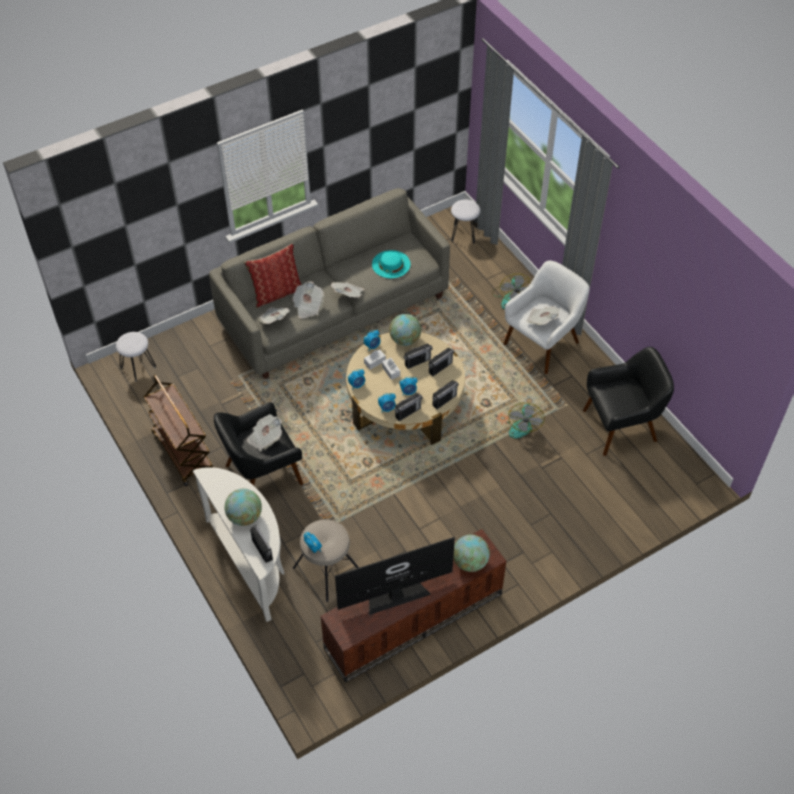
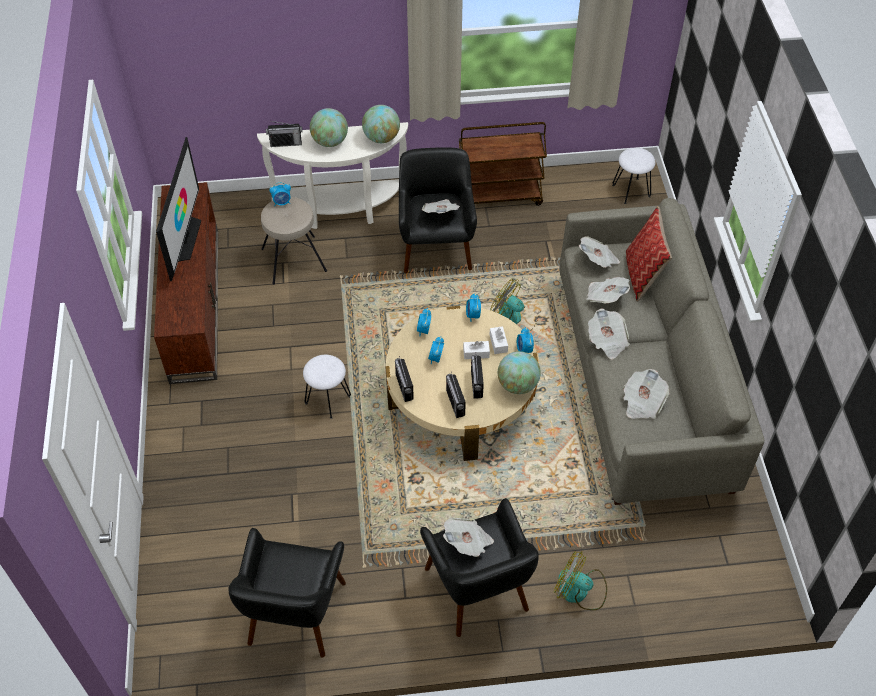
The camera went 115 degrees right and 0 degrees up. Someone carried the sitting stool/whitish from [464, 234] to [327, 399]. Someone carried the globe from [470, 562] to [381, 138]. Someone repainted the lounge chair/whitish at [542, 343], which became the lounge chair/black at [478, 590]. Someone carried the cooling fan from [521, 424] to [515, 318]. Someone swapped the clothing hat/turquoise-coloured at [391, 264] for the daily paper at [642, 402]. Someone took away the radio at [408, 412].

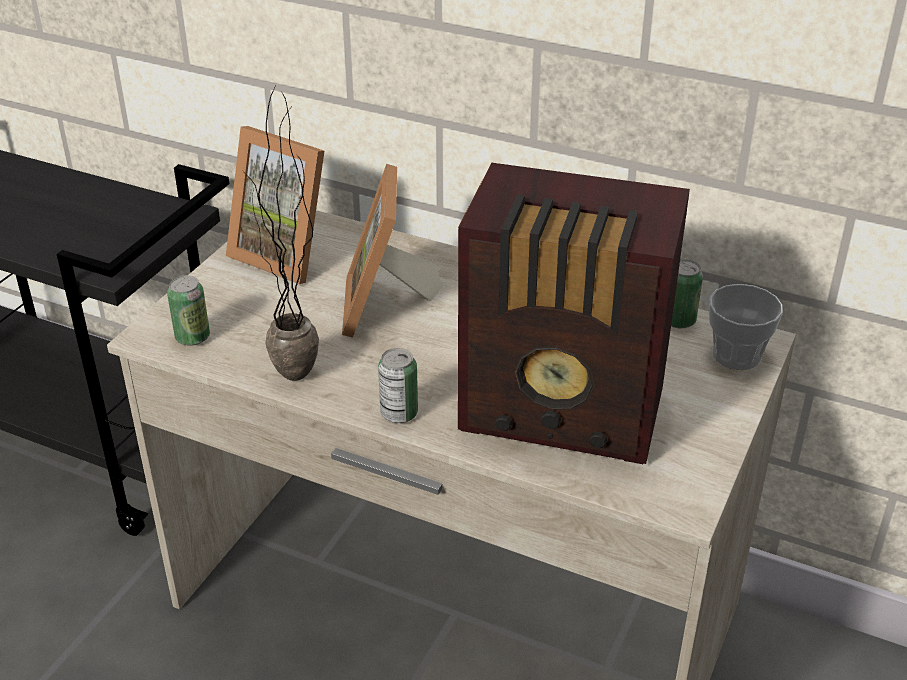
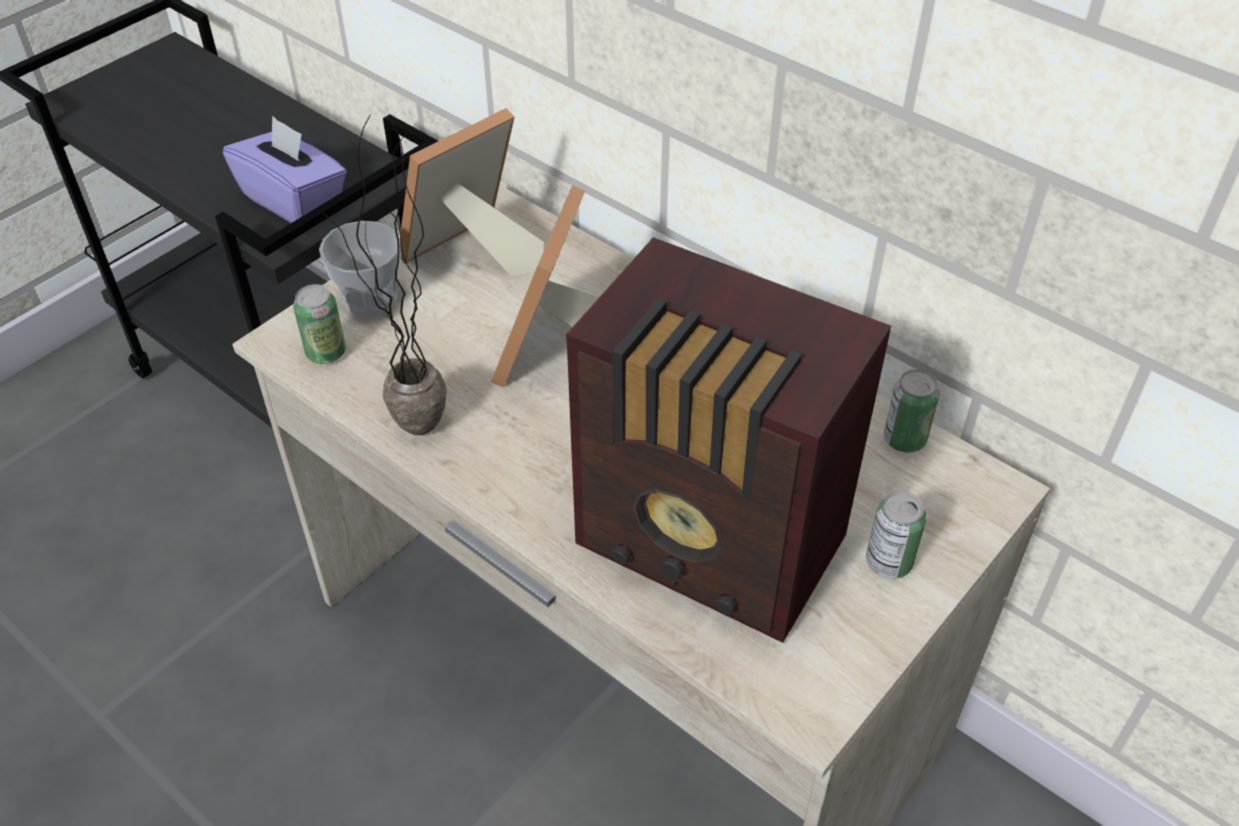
The camera went 15 degrees right and 10 degrees up. Someone put down the box of tissues/purple-coloured at [294, 200]. Someone carried the drinking cup from [736, 355] to [370, 299]. Someone rotated the picture frame at [287, 254] by 90 degrees clockwise. Someone carried the can from [399, 413] to [888, 562].

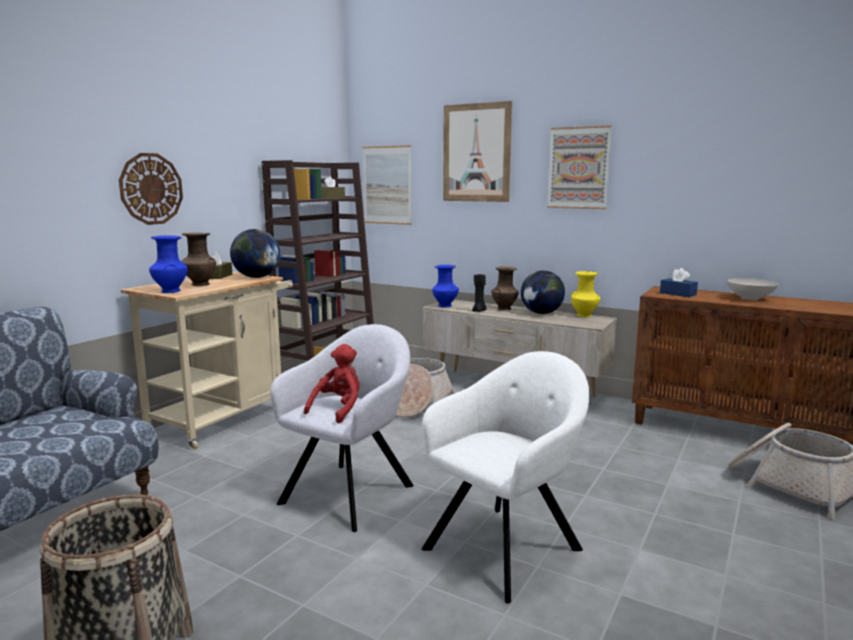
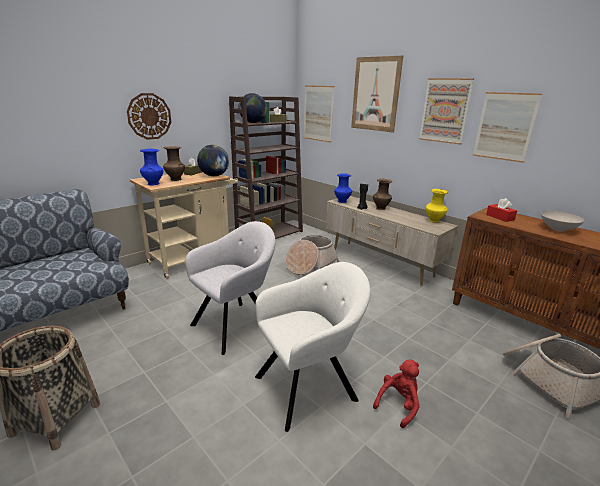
The camera went 15 degrees right and 10 degrees up. Someone carried the globe from [541, 313] to [253, 123]. Someone carried the soft toy/red from [338, 409] to [398, 405]. Someone put up the picture at [505, 126]. Someone repainted the box of tissues/bluish at [678, 294], which became the box of tissues/red at [500, 217].

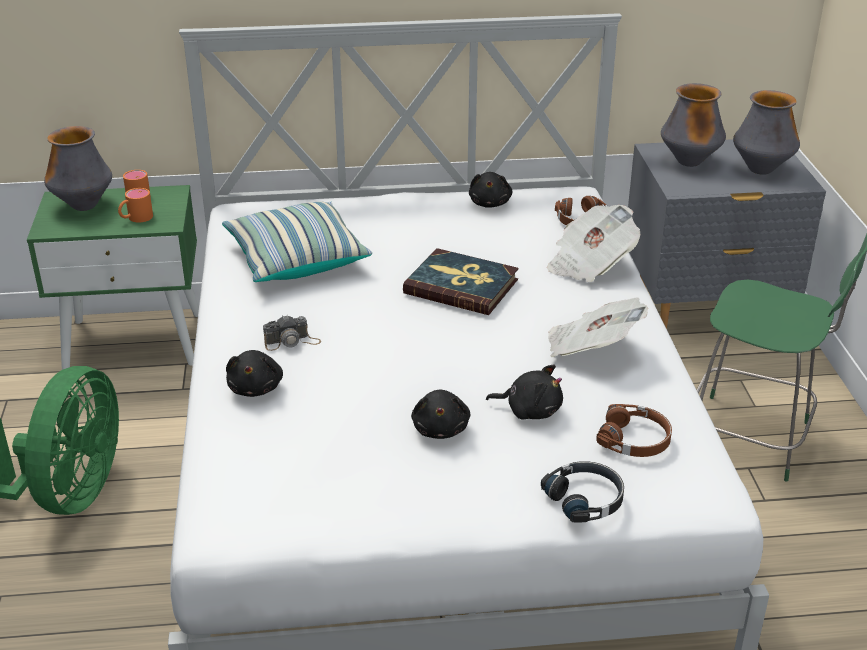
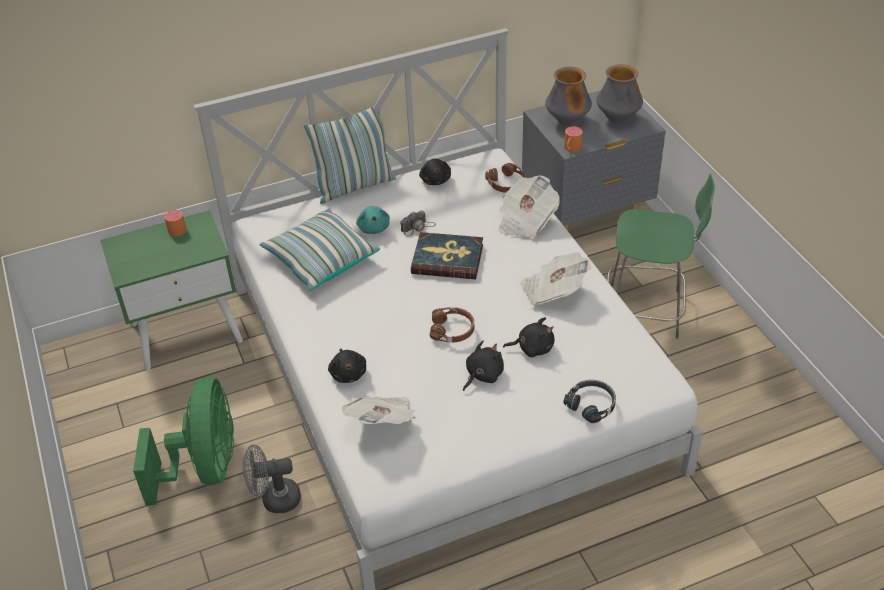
The camera went 15 degrees left and 10 degrees up. Someone put down the cooling fan/greyish at [274, 499]. Someone put down the pillow at [354, 186]. Someone put down the daily paper at [383, 422]. Someone put down the soft toy/turquoise-coloured at [374, 227]. Someone carried the photo camera from [292, 342] to [418, 227]. Someone carried the headset/brown from [635, 440] to [452, 330]. Someone rotated the soft toy/black at [441, 428] by 120 degrees counterclockwise. Someone carried the mug/orange from [135, 218] to [571, 149]. Someone took away the flower vase at [84, 206].

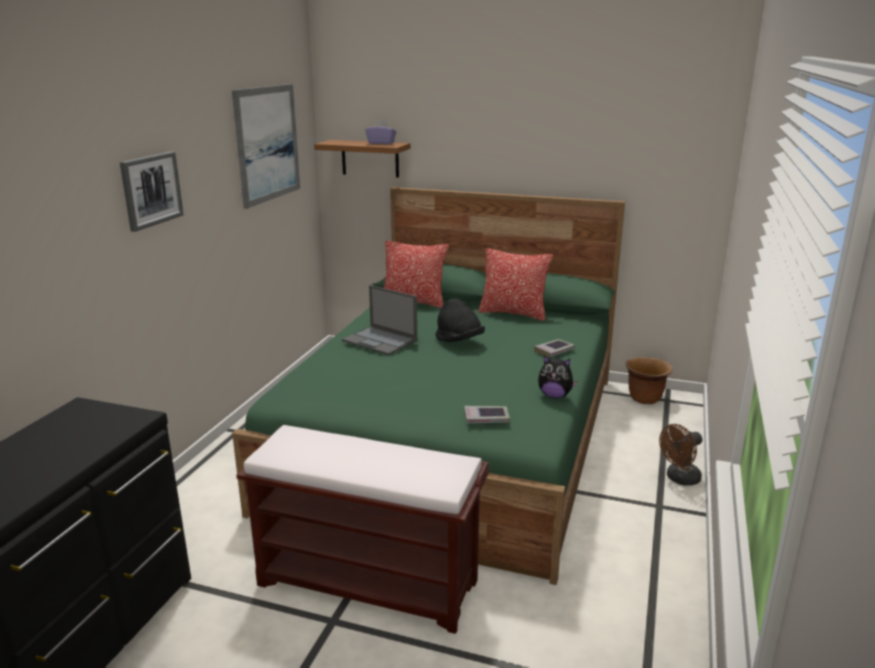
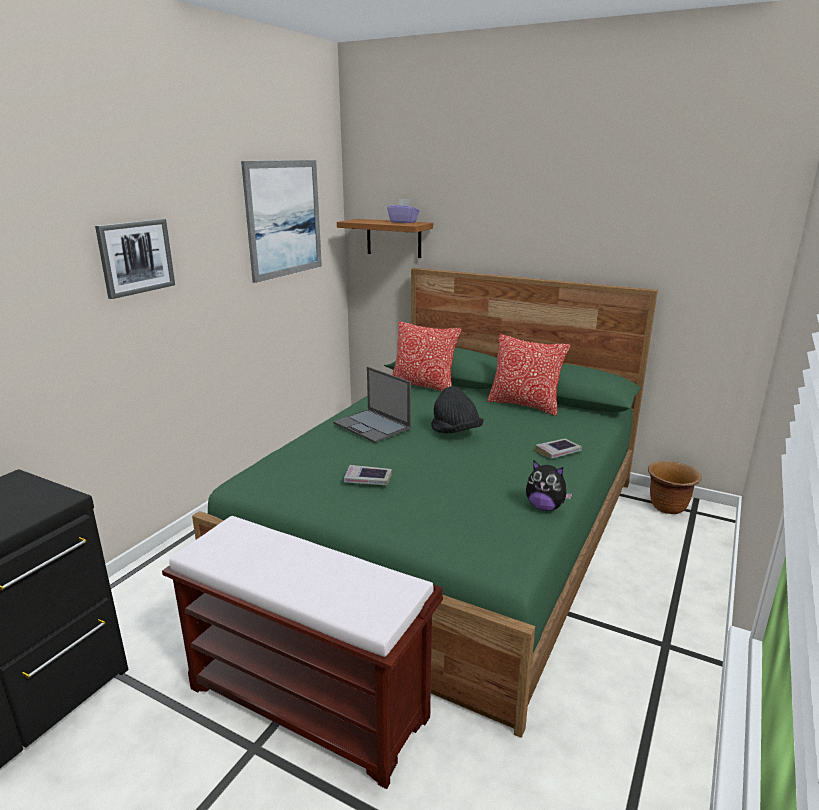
The camera went 10 degrees right and 0 degrees up. Someone carried the book from [486, 418] to [368, 479]. Someone took away the cooling fan/brown at [679, 479].

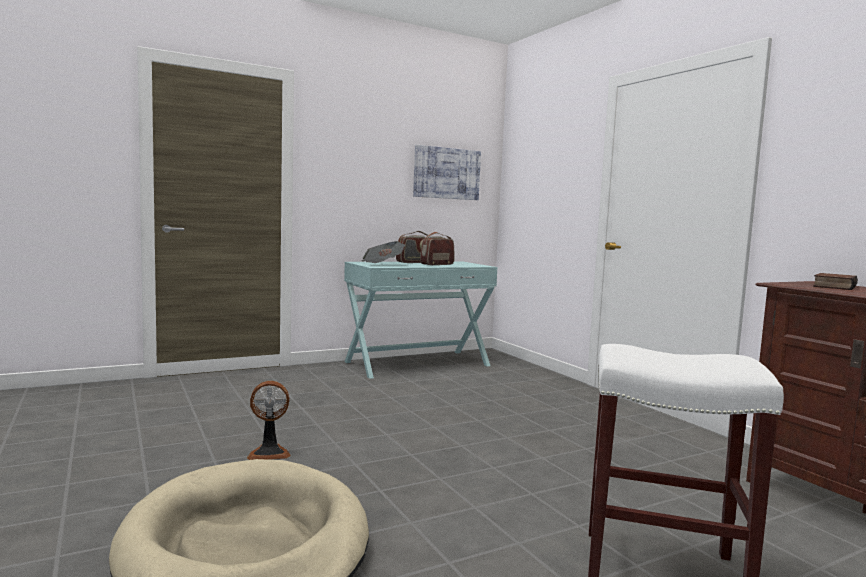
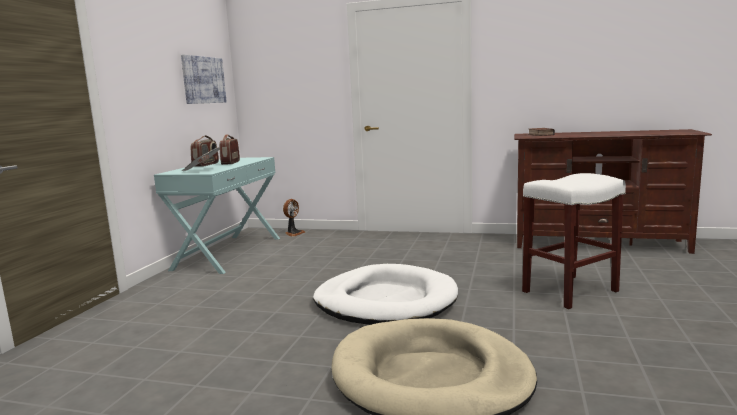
The camera went 45 degrees left and 5 degrees up. Someone carried the cooling fan from [269, 453] to [293, 233]. Someone put down the dog bed/whitish at [385, 301].

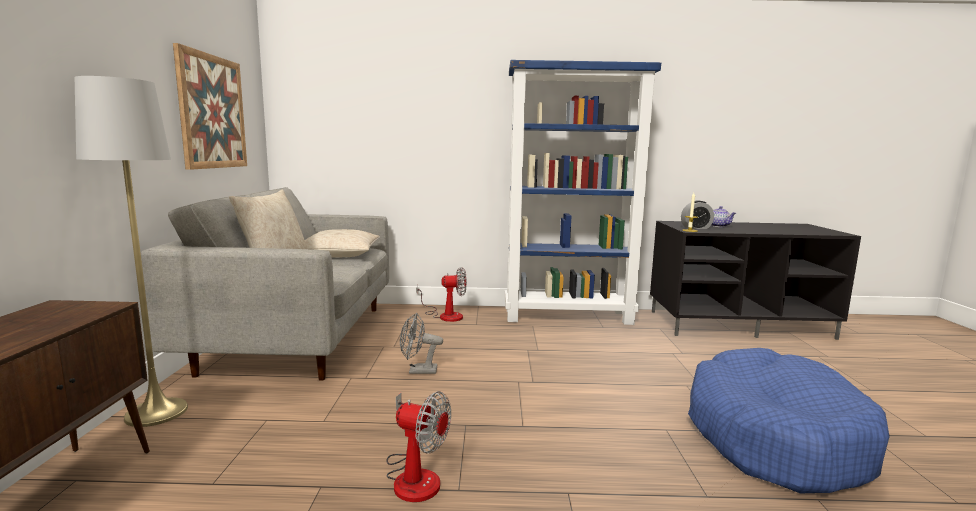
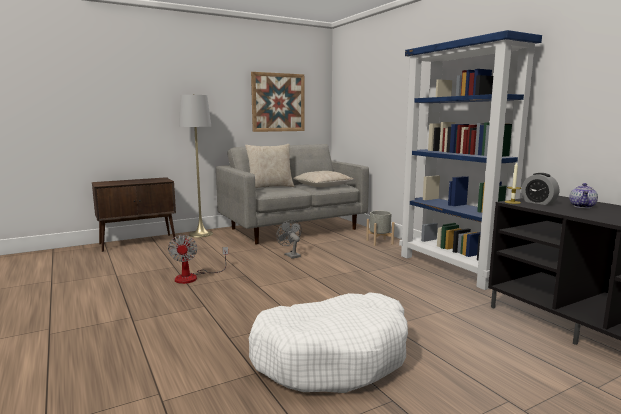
The camera went 60 degrees right and 0 degrees up. Someone repainted the dog bed/bluish at [773, 437], which became the dog bed/whitish at [332, 356]. Someone swapped the cooling fan at [445, 315] for the planter/greyish at [379, 242].

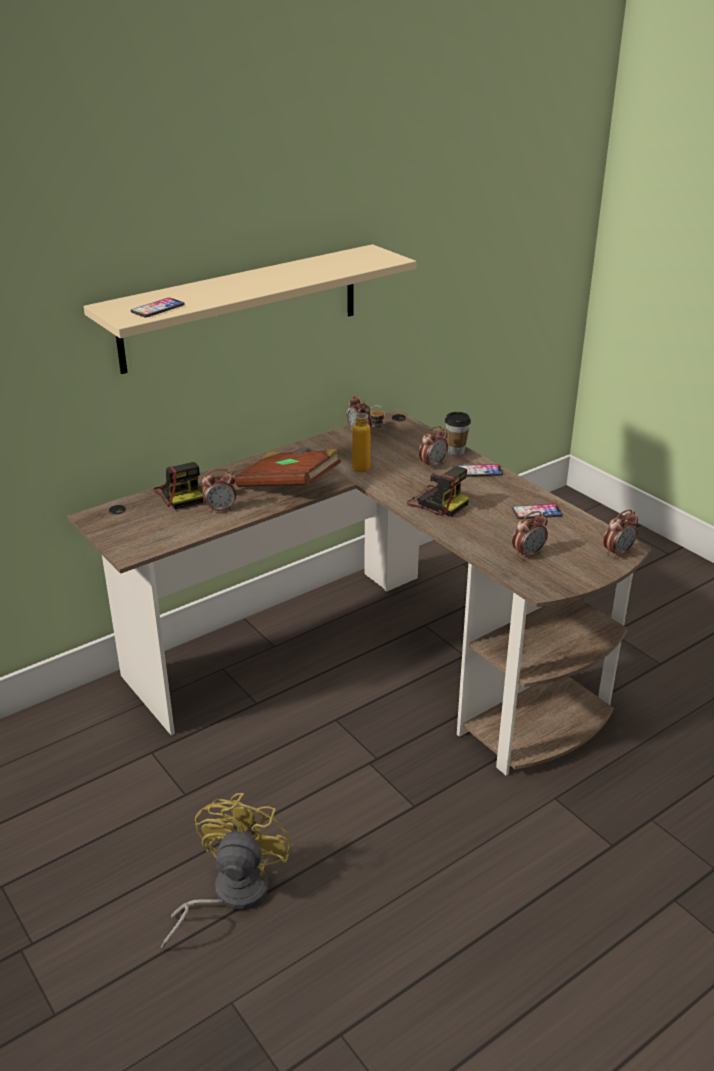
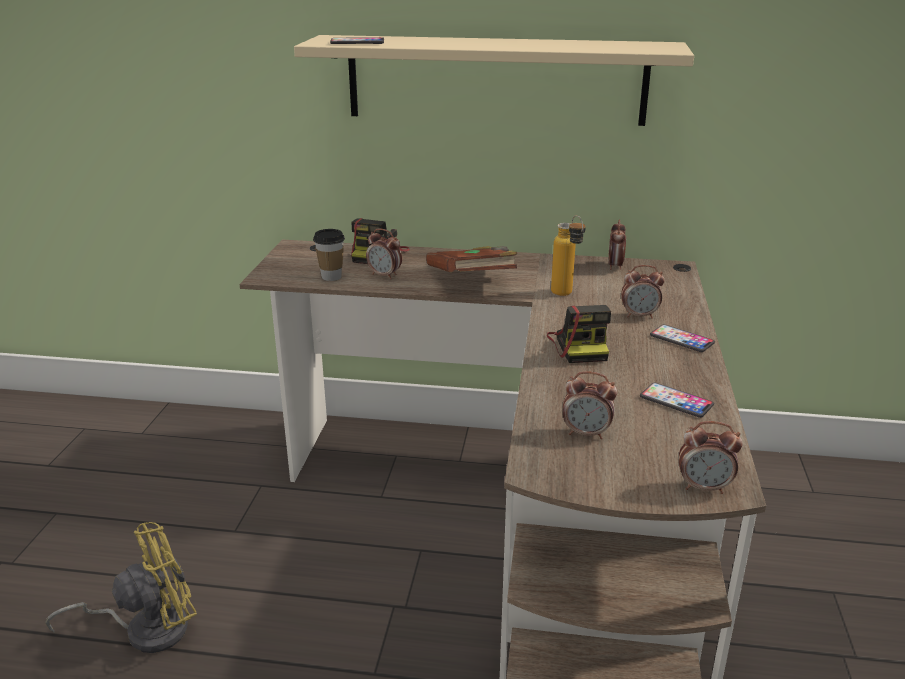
The camera went 45 degrees right and 5 degrees down. Someone carried the drinking cup from [456, 452] to [331, 277].

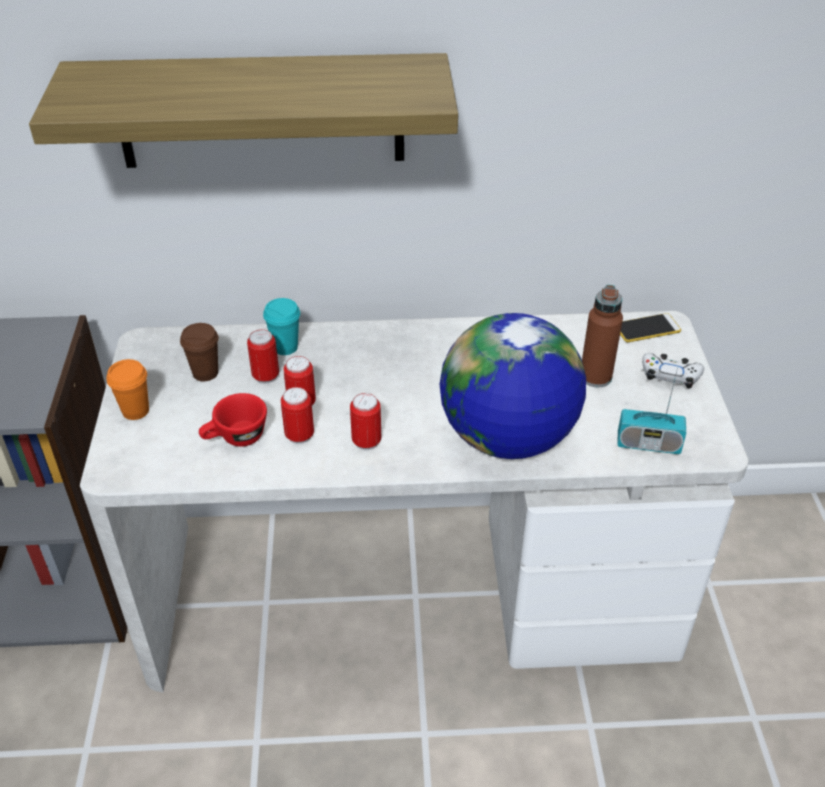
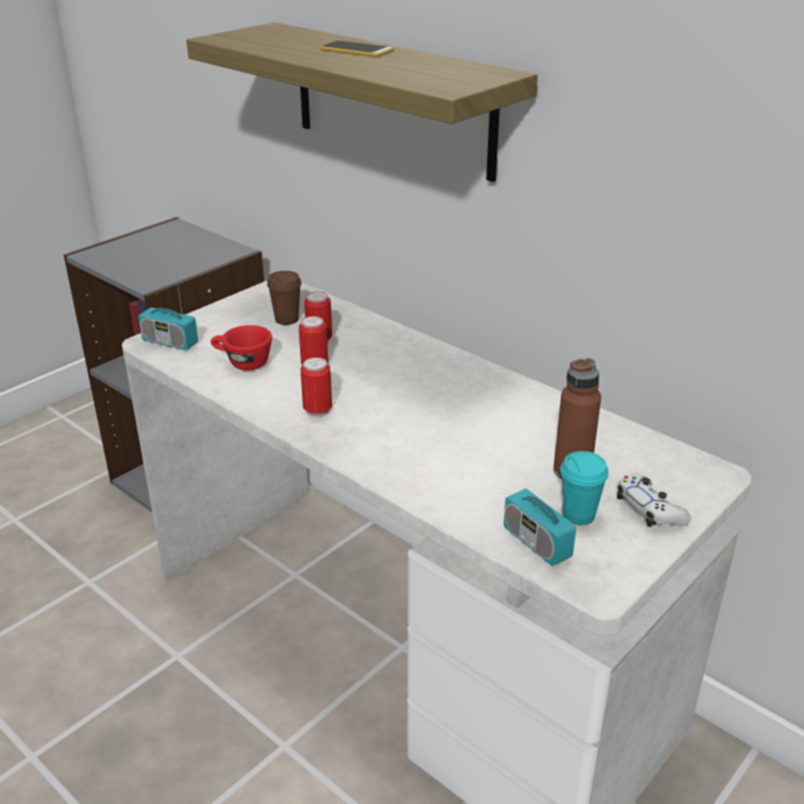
The camera went 45 degrees right and 10 degrees down. Someone put down the radio at [170, 342]. Someone carried the handset from [647, 328] to [357, 50]. Someone carried the drinking cup/turquoise-coloured from [285, 347] to [578, 515]. Someone took away the drinking cup/orange at [135, 411]. Someone took away the can at [299, 436]. Someone took away the globe at [507, 438].

